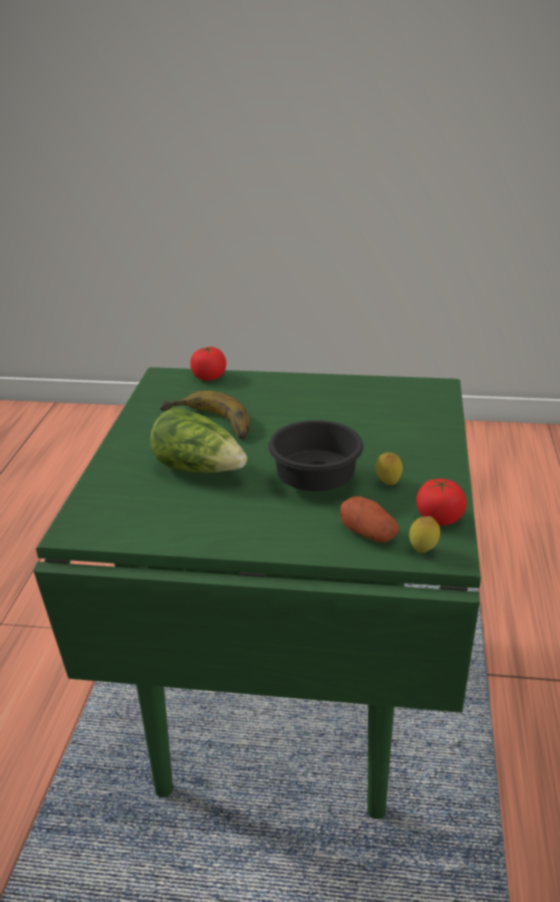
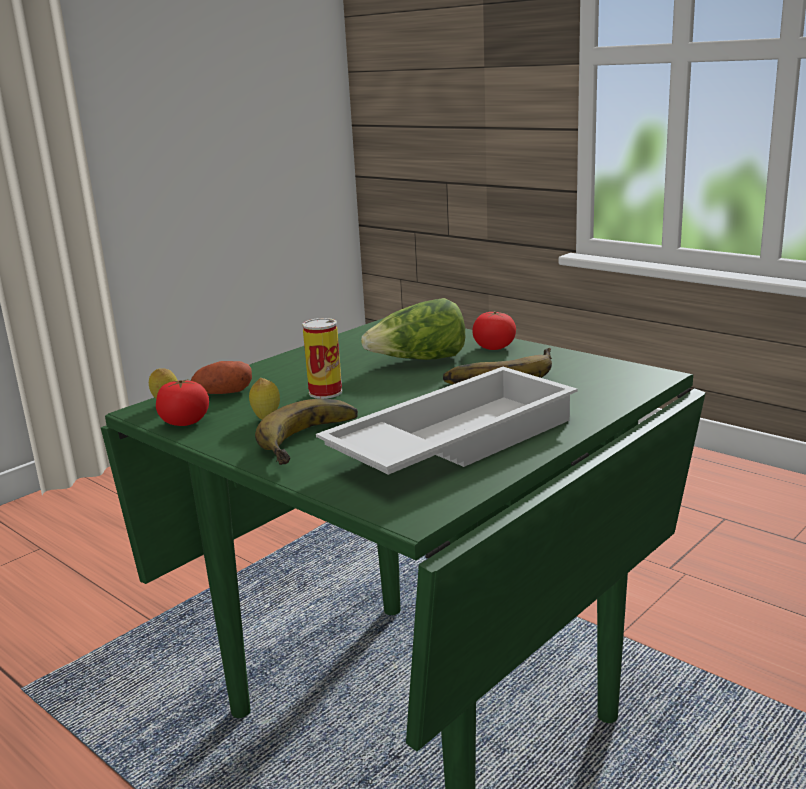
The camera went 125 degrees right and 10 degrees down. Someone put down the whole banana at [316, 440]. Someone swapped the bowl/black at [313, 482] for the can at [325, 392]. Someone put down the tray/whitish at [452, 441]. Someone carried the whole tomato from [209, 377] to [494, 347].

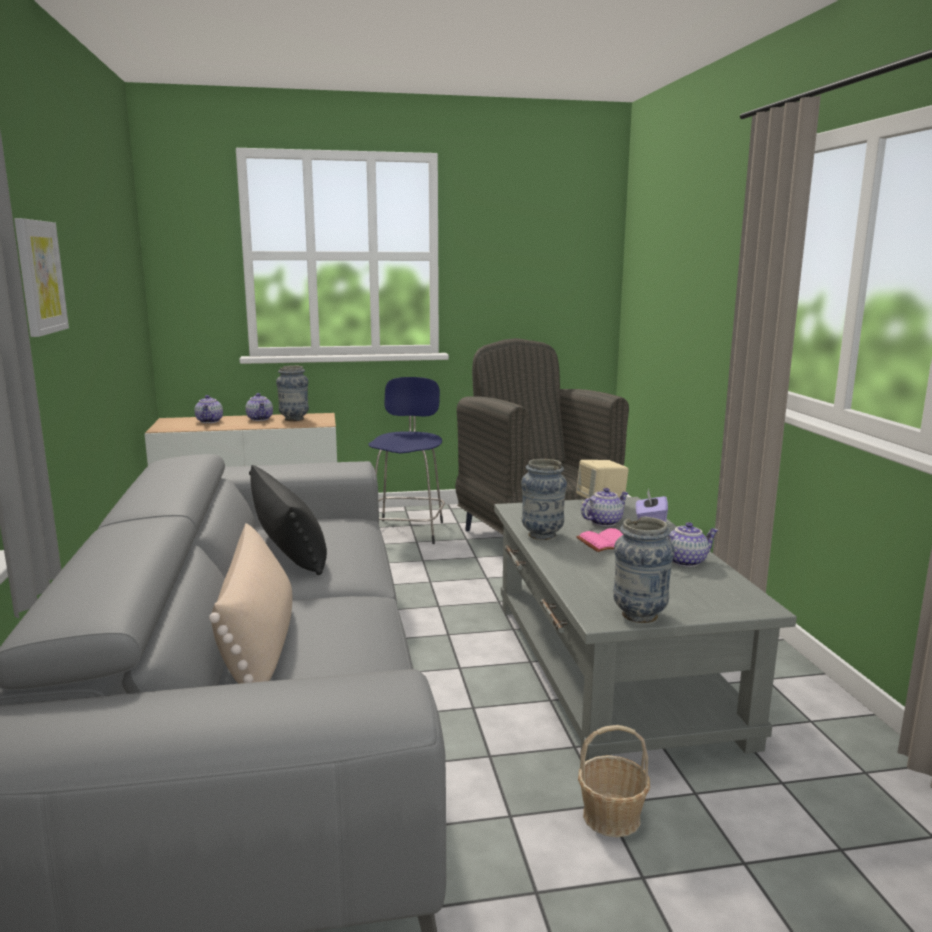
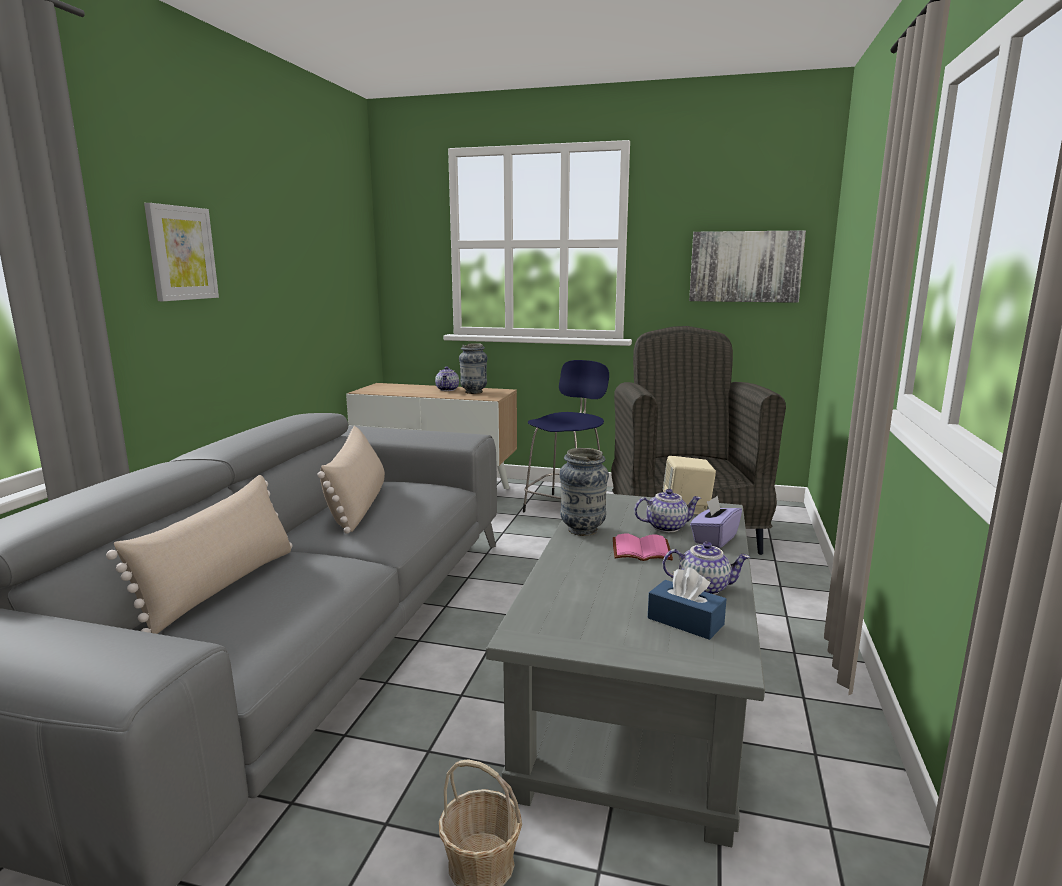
The camera went 25 degrees right and 0 degrees up. Someone repainted the pillow/black at [289, 549], which became the pillow/sand-coloured at [358, 505]. Someone put down the box of tissues/bluish at [685, 621]. Someone put up the picture at [745, 266]. Someone took away the tea pot at [210, 421]. Someone took away the flower vase at [639, 615].

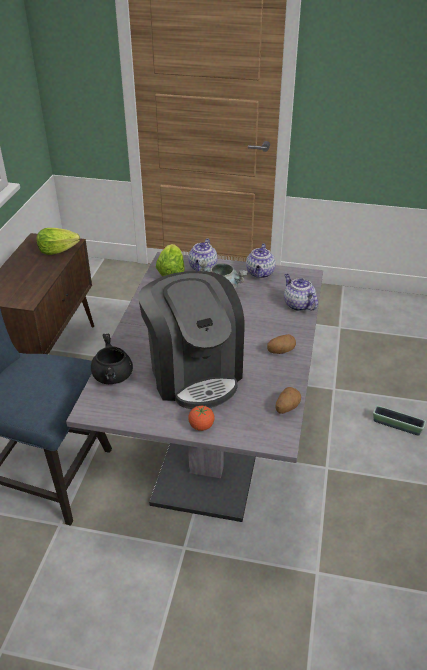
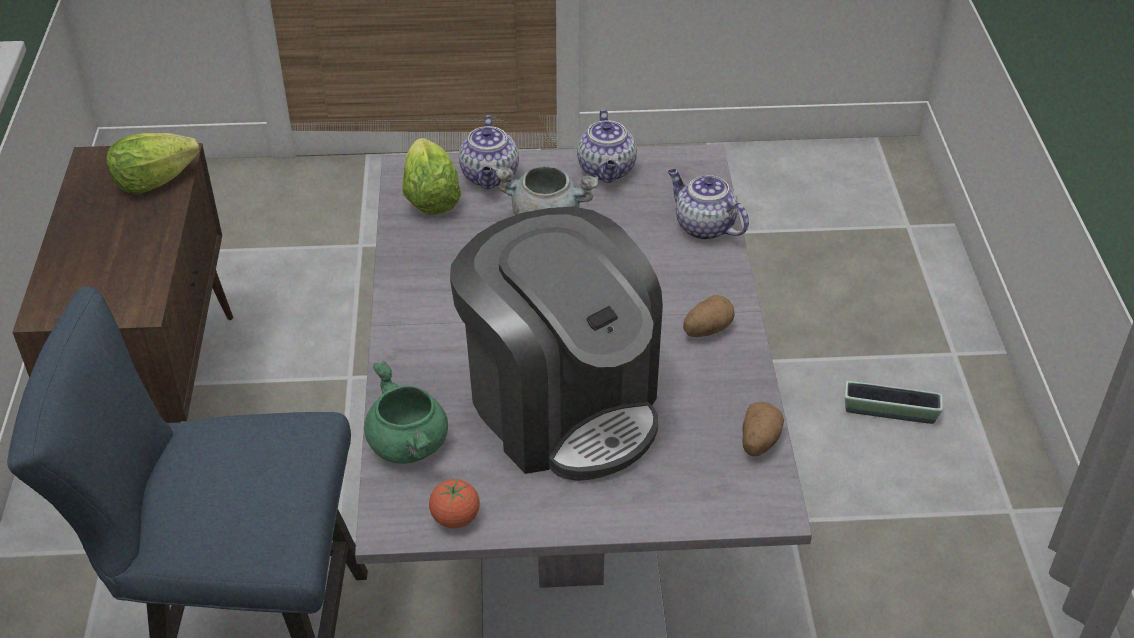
The camera went 15 degrees left and 5 degrees up. Someone repainted the cooking pot/black at [113, 377], which became the cooking pot/greenish at [410, 445]. Someone carried the whole tomato from [201, 426] to [455, 518].

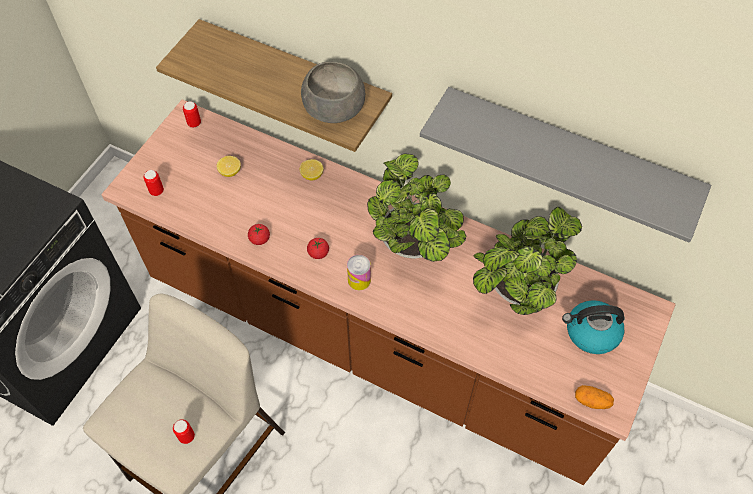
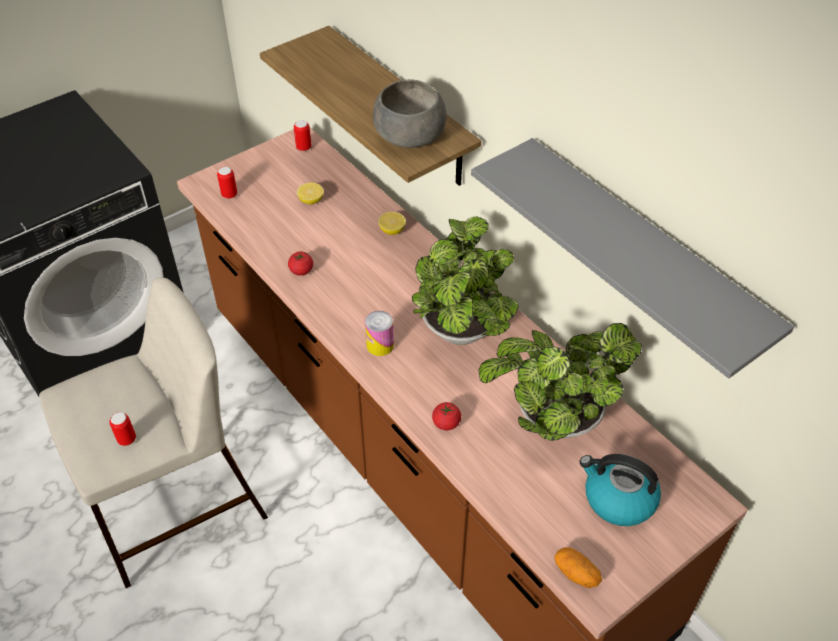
The camera went 25 degrees right and 10 degrees down. Someone carried the whole tomato from [318, 253] to [446, 423].

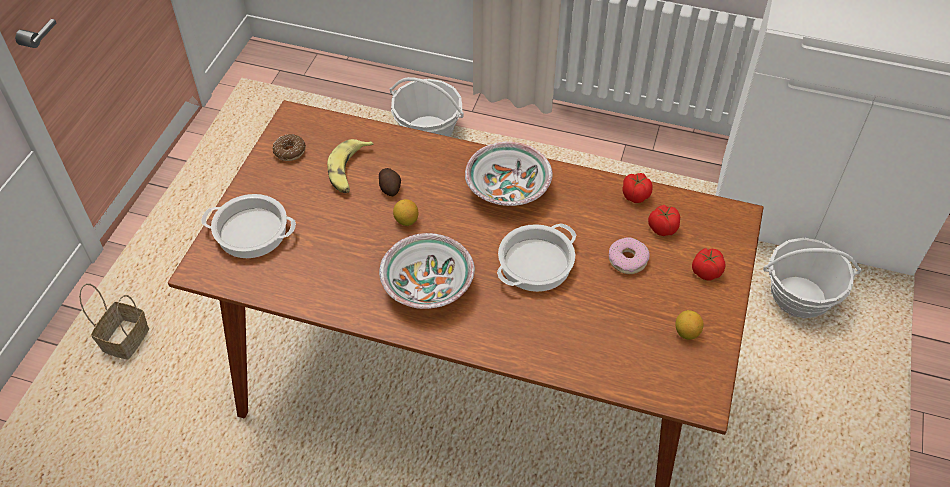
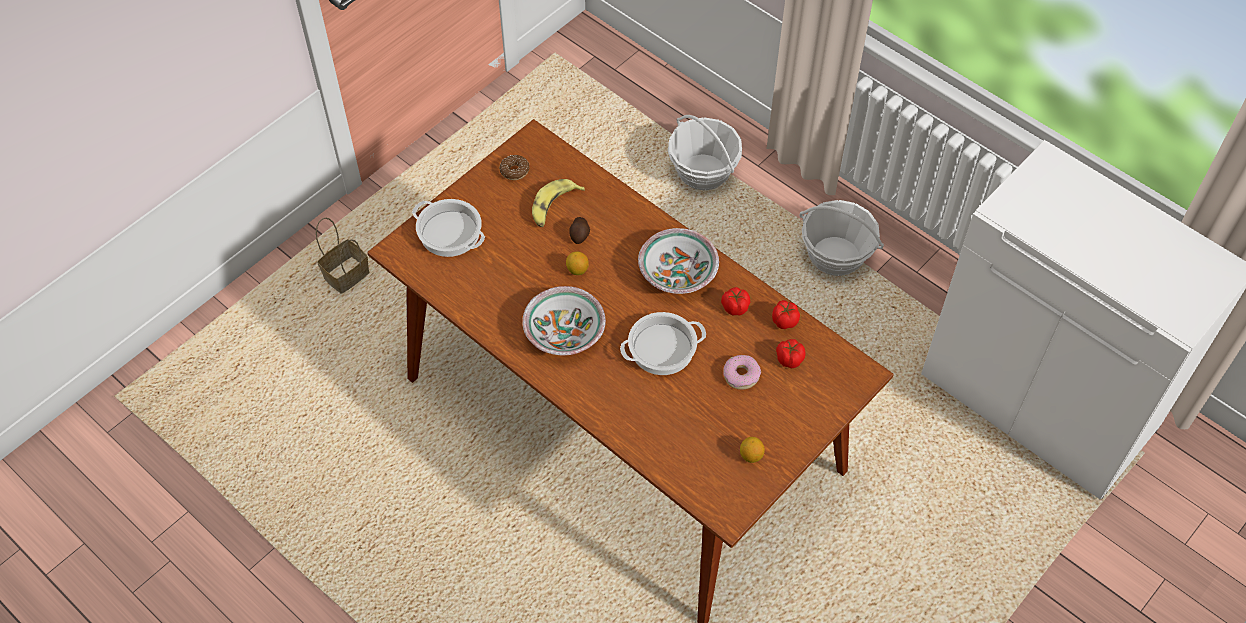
The camera went 25 degrees right and 5 degrees up. Someone carried the whole tomato from [705, 272] to [734, 307]. Someone carried the household basket from [799, 297] to [835, 256].

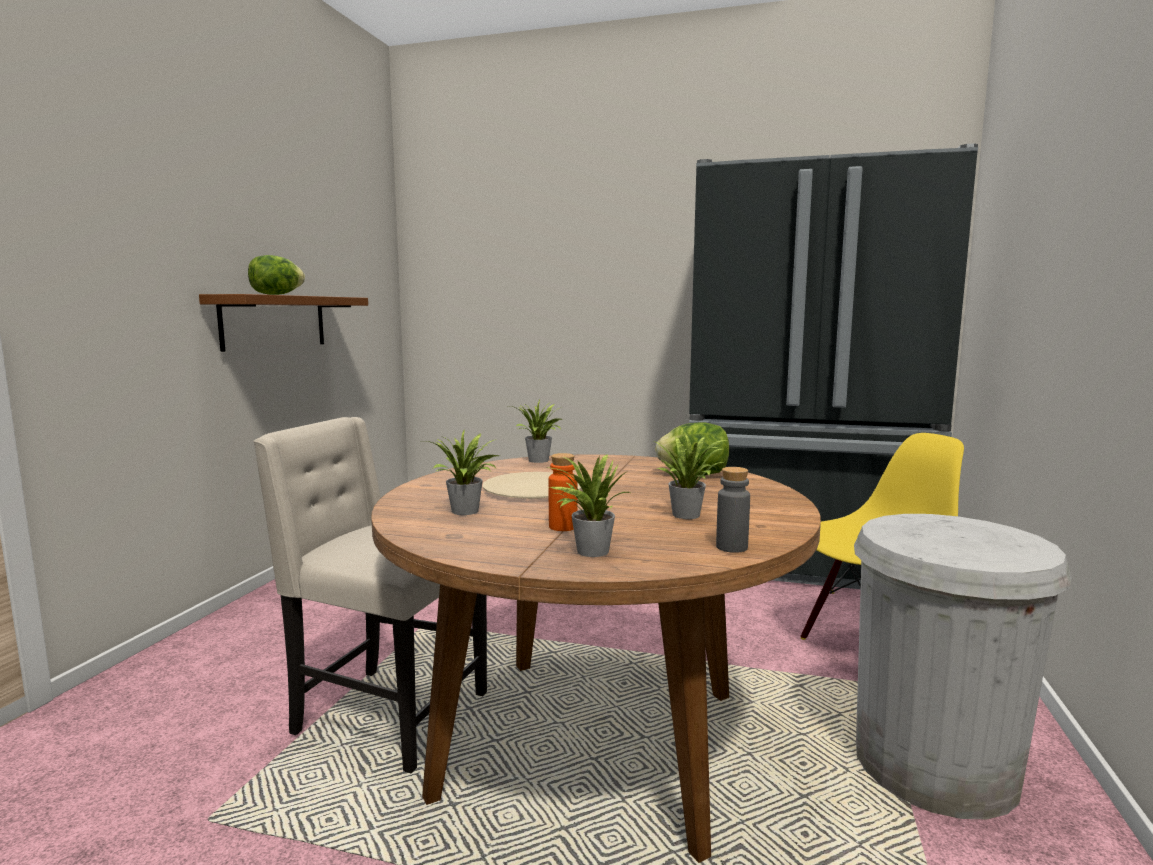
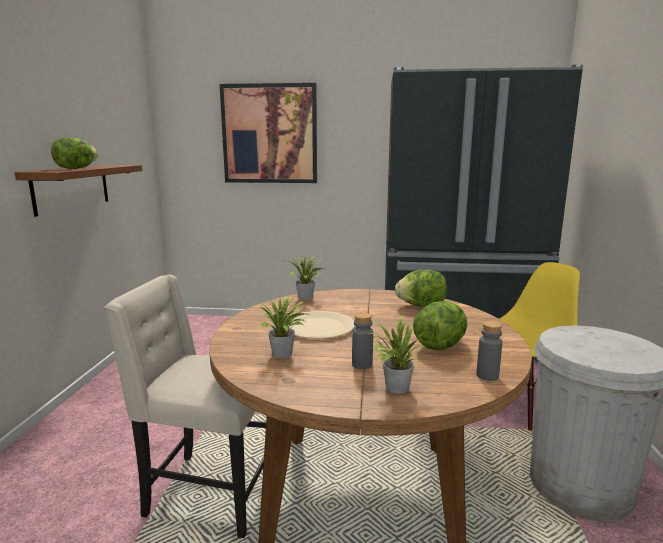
The camera went 10 degrees left and 5 degrees up. Someone put up the picture at [269, 134]. Someone repainted the beverage bottle/orange at [563, 527], which became the beverage bottle/greyish at [362, 364]. Someone swapped the potted plant at [688, 514] for the lettuce at [440, 345].

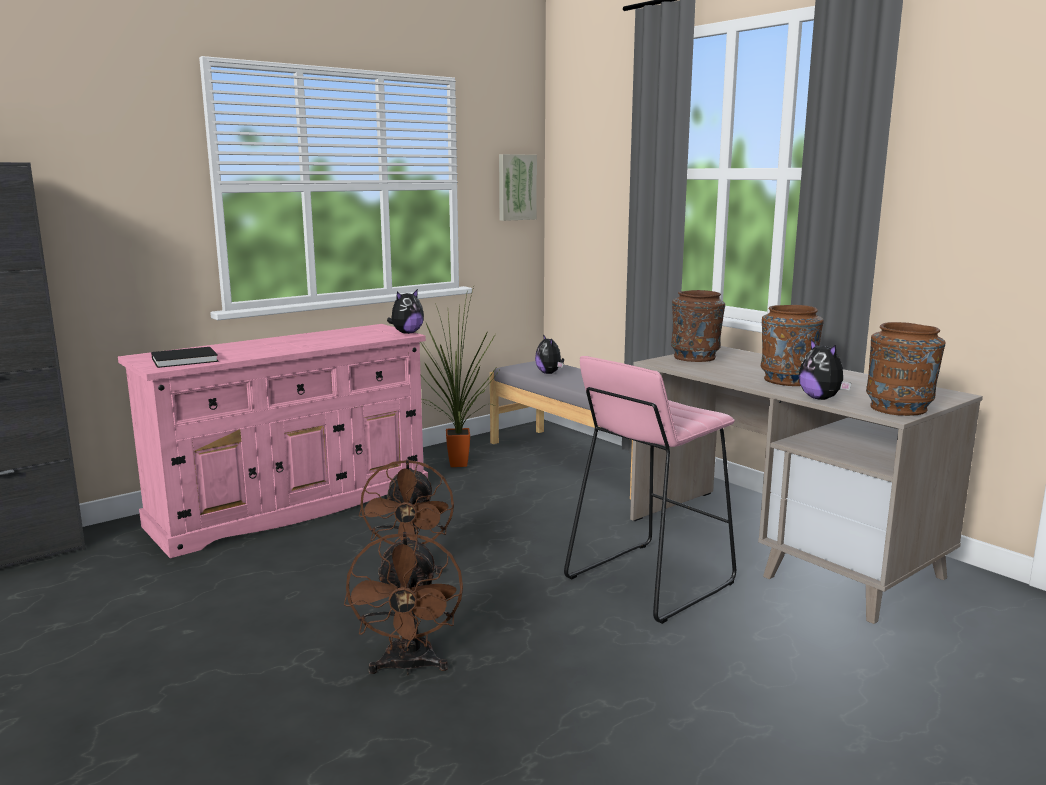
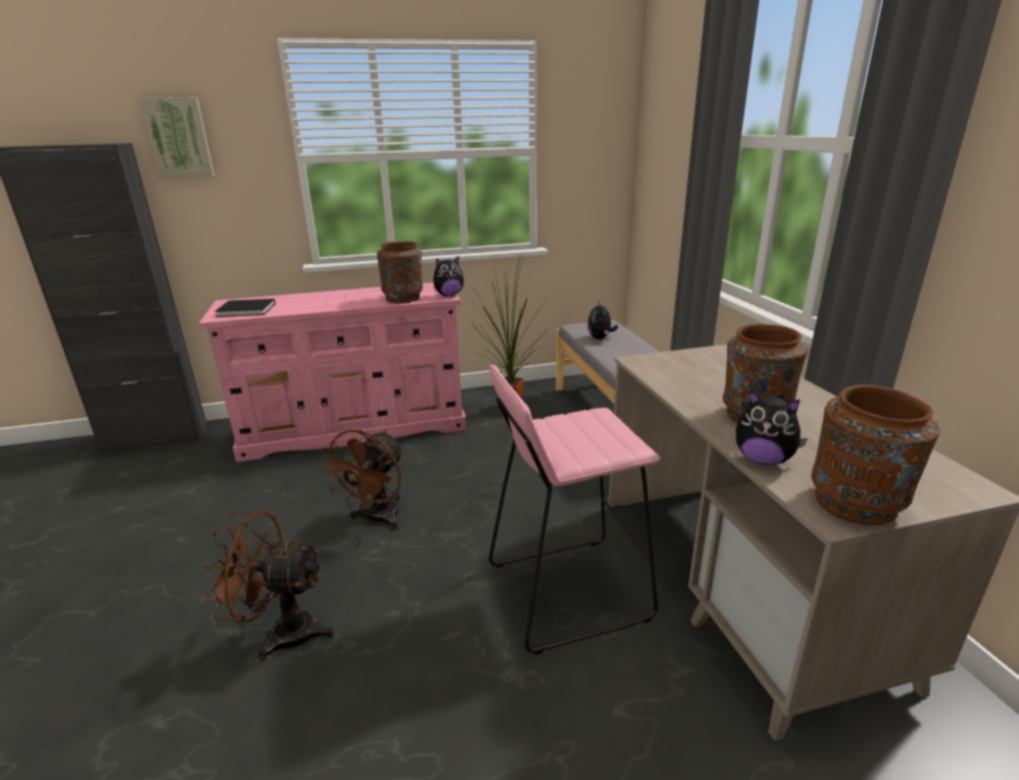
The camera went 25 degrees right and 10 degrees up. Someone carried the picture from [516, 187] to [179, 138]. Someone rotated the cooling fan/brown at [408, 667] by 75 degrees clockwise. Someone carried the flower vase/brown from [695, 357] to [404, 298]. Someone rotated the soft toy at [821, 398] by 60 degrees counterclockwise.

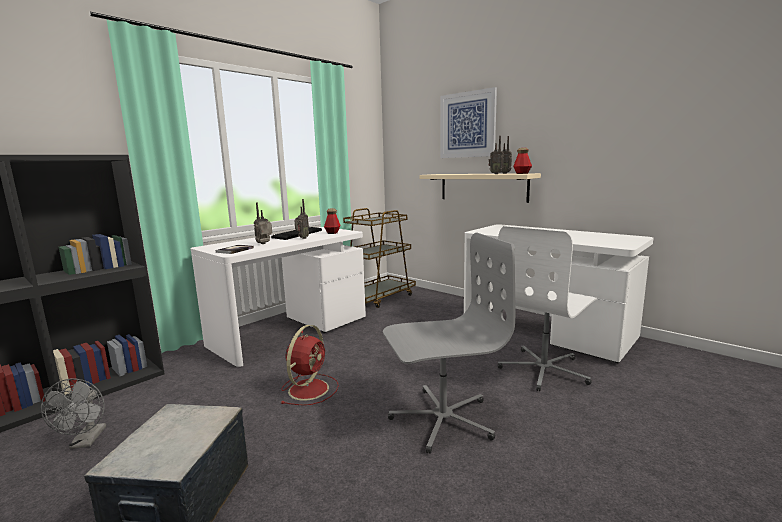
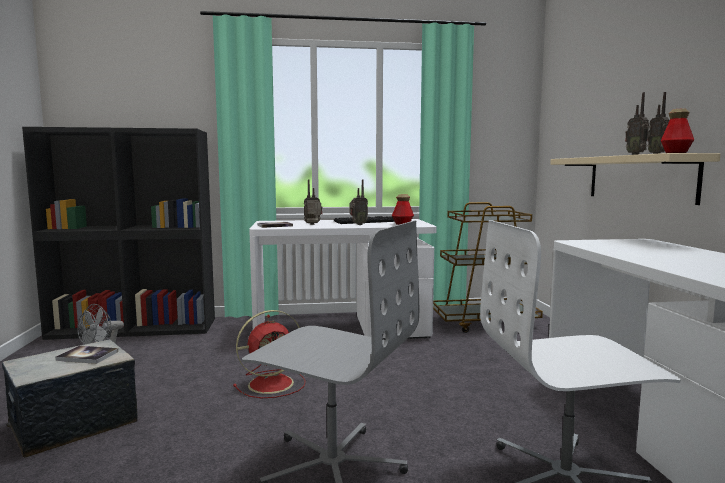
The camera went 40 degrees right and 5 degrees down. Someone put down the book at [87, 356]. Someone took away the picture at [467, 125].

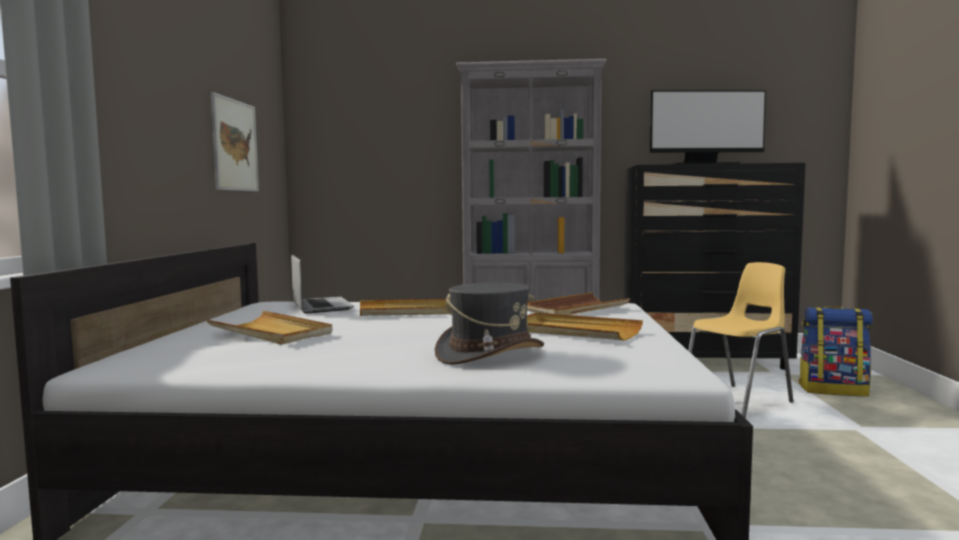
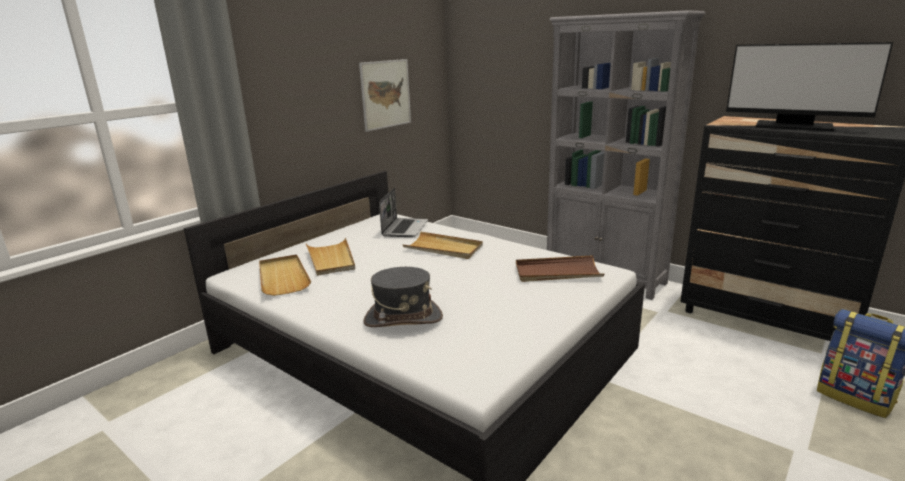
The camera went 35 degrees right and 15 degrees up. Someone carried the tray/sand-coloured from [574, 331] to [283, 277]. Someone took away the plain chair/yellow-coloured at [738, 400].

